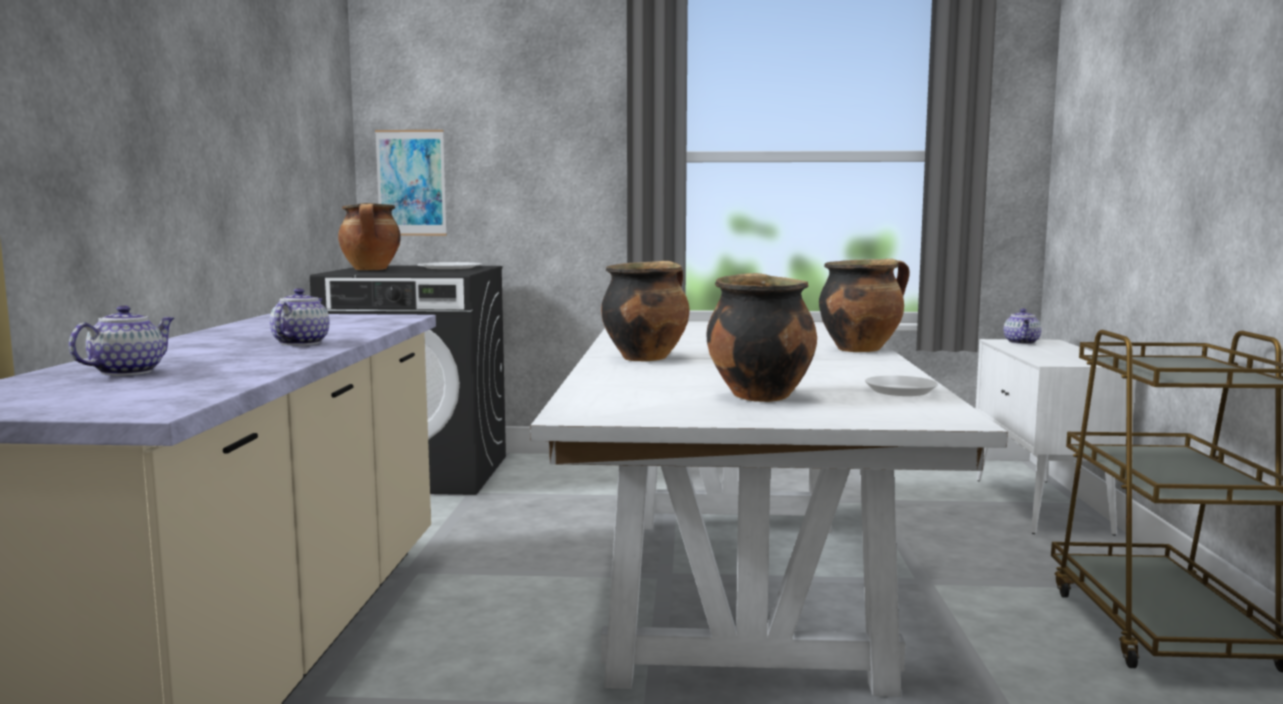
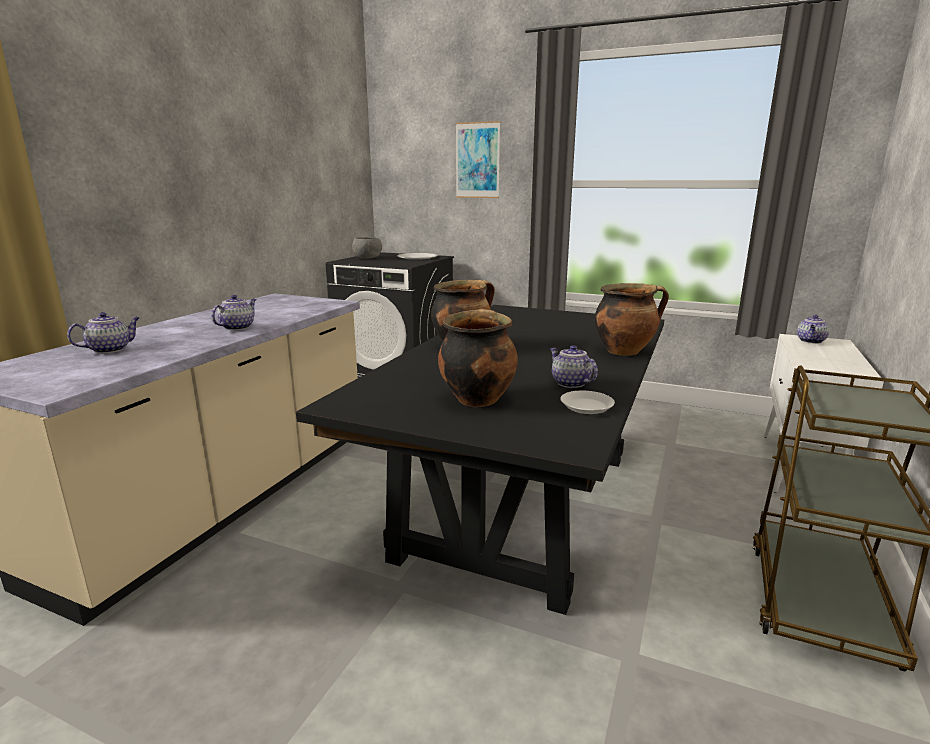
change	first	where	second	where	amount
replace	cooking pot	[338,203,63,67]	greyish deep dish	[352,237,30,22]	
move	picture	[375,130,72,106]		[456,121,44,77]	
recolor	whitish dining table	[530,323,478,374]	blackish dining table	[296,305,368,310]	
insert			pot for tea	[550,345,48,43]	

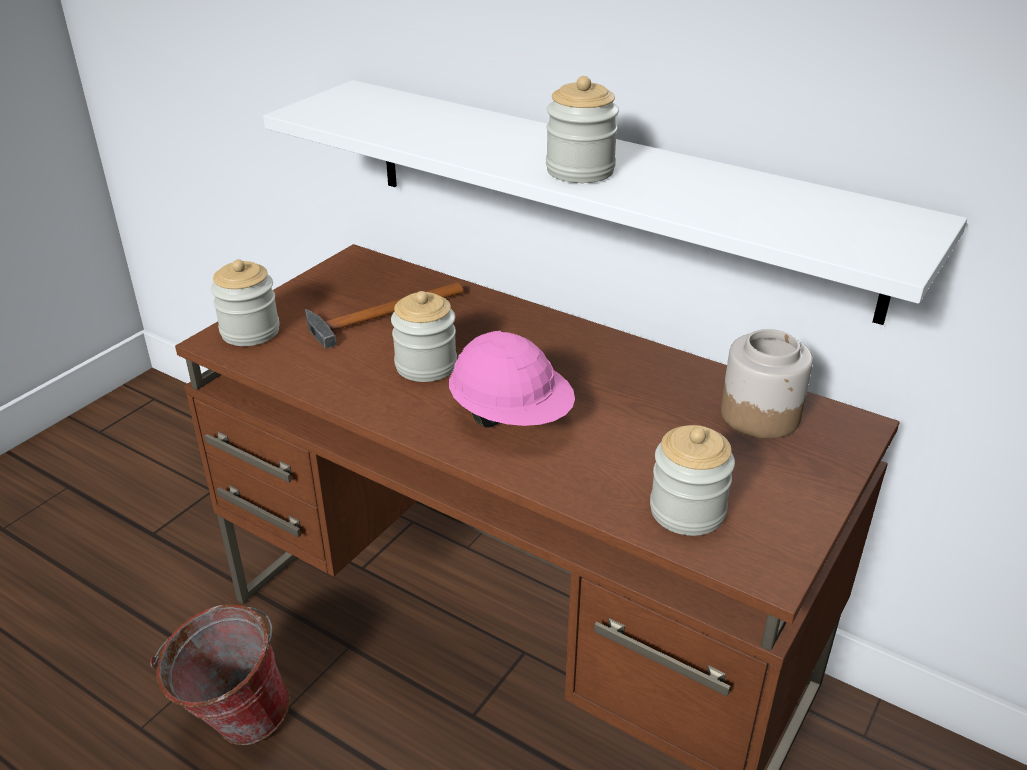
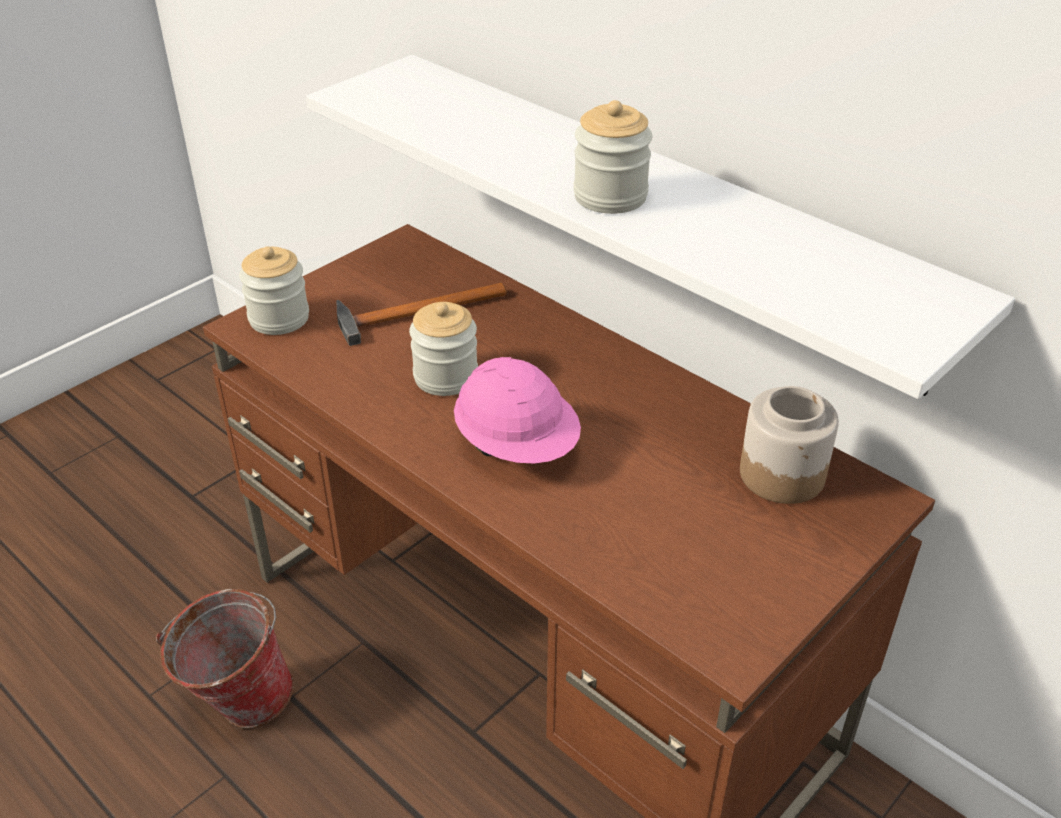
change	first	where	second	where	amount
delete	preserve jar	[650,425,85,111]			

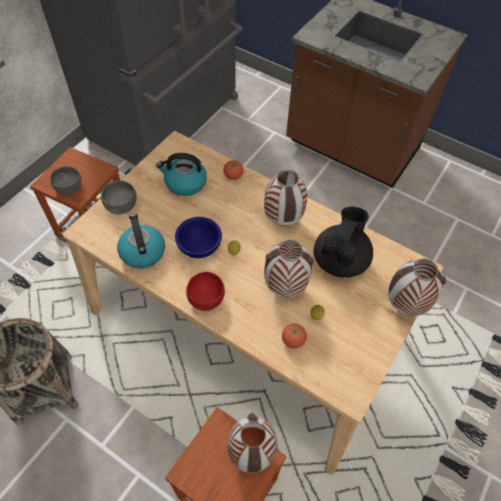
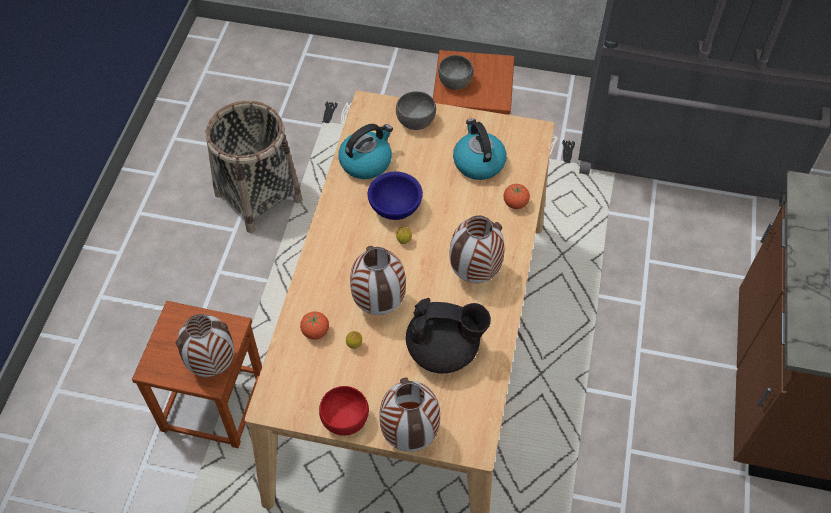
change	first	where	second	where	amount
move	red-coloured deep dish	[186,272,39,39]		[319,386,50,50]	

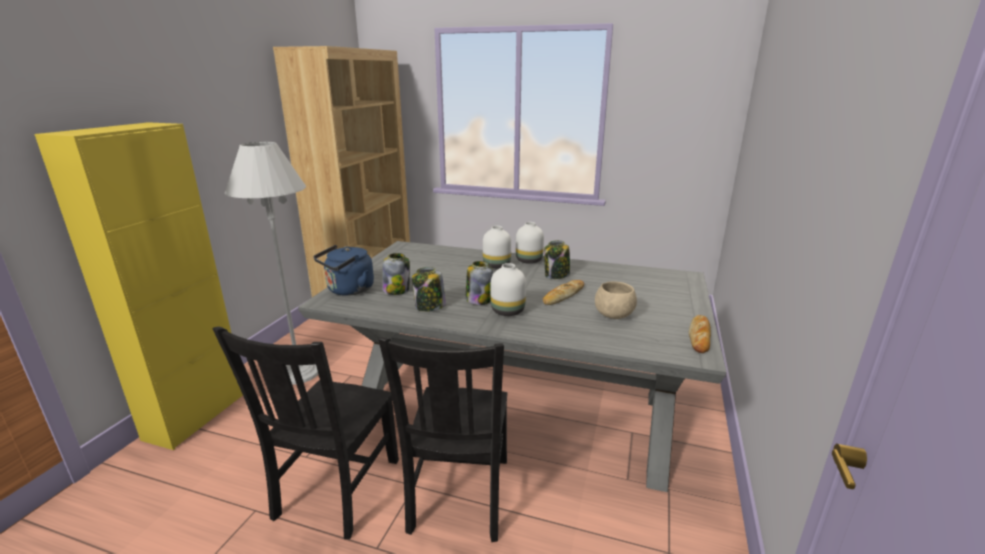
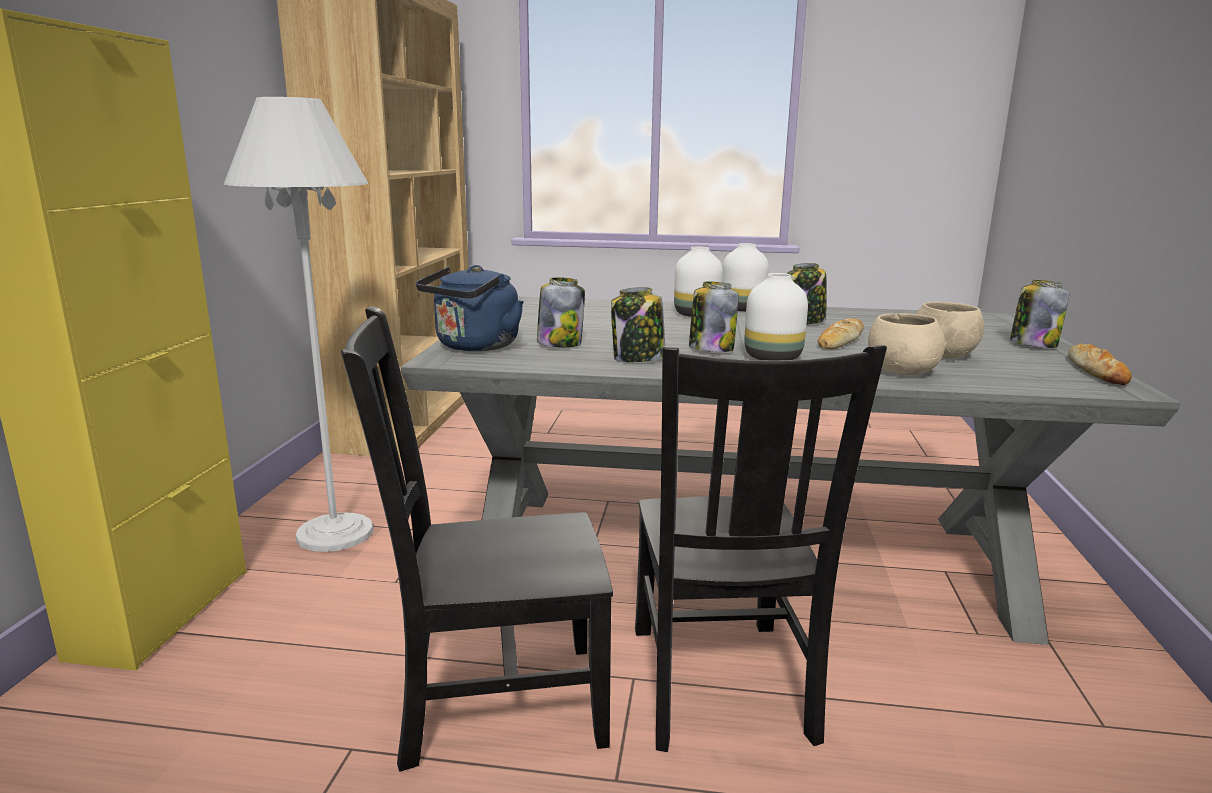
change	first	where	second	where	amount
rotate	blackish plain chair	[213,327,186,212]		[341,306,272,466]	75 degrees clockwise
insert			beige-coloured deep dish	[868,313,77,62]	
insert			preserve jar	[1010,280,59,68]	

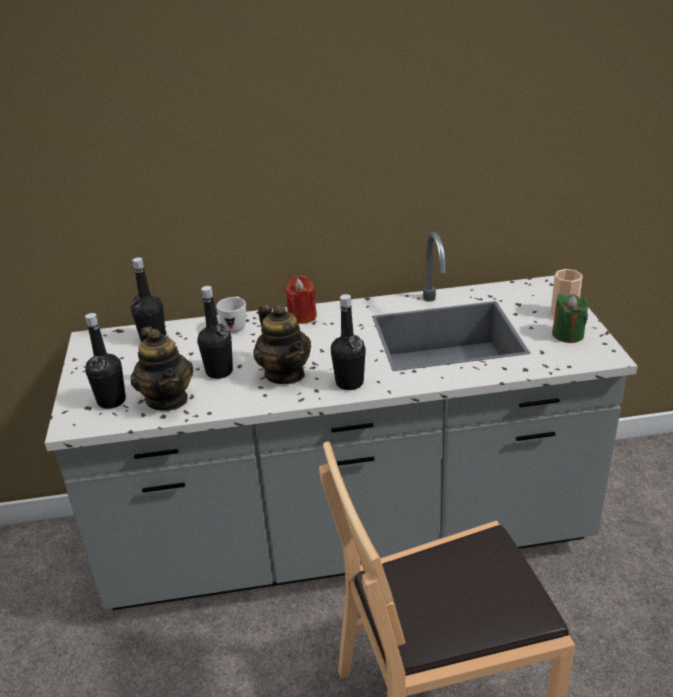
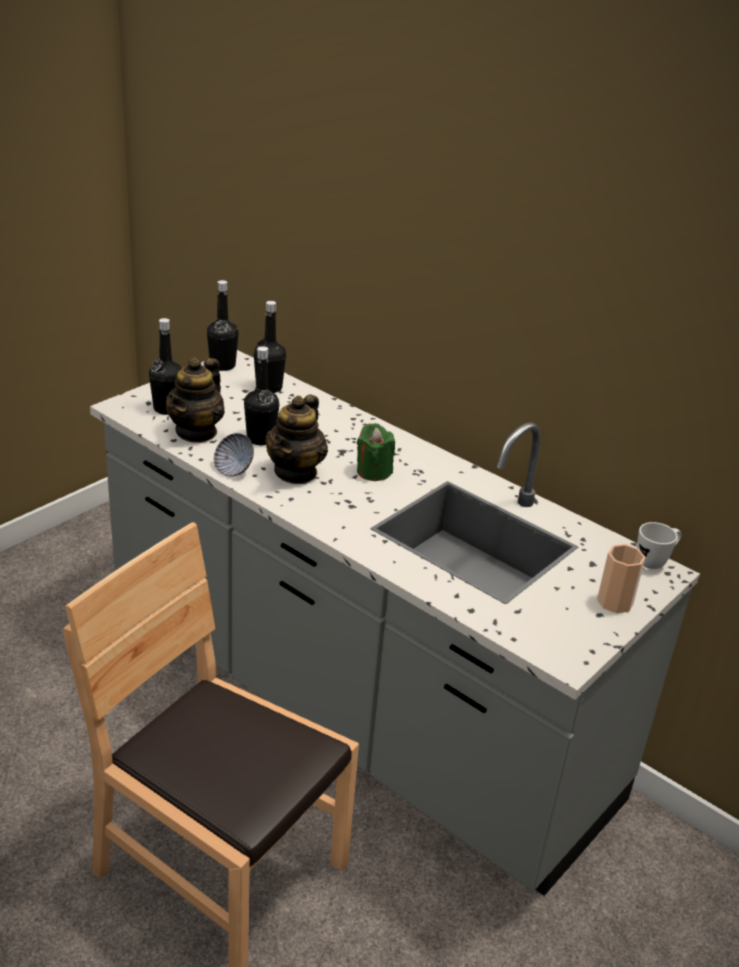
change	first	where	second	where	amount
move	whitish tea mug	[216,296,30,37]		[637,522,44,47]	
delete	red-coloured candle	[285,275,32,49]			
move	blackish drink bottle	[331,294,35,96]		[207,280,32,91]	
move	greenish candle	[552,294,36,49]		[357,423,38,58]	
insert			deep dish	[214,433,40,44]	

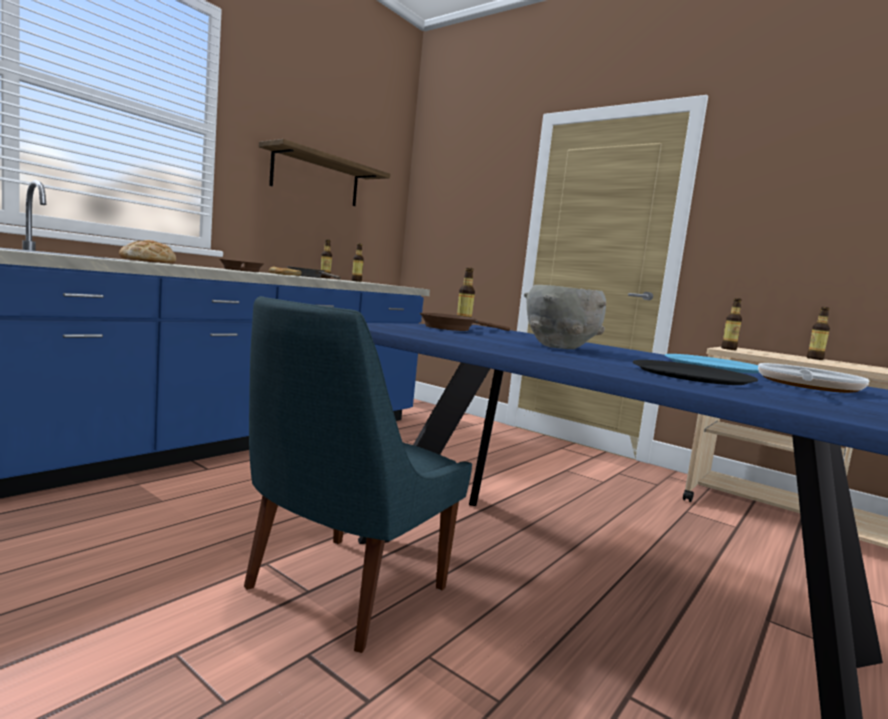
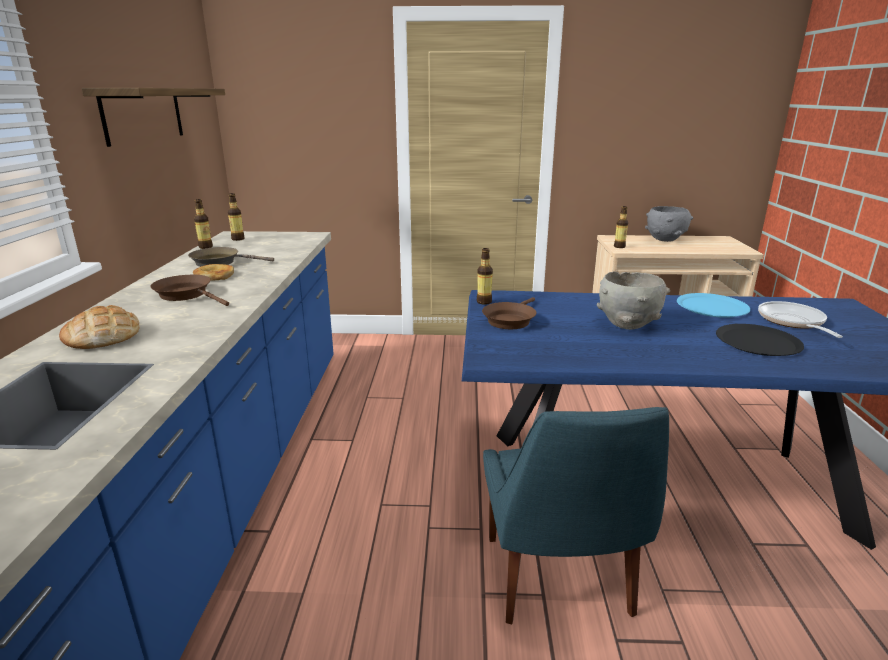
change	first	where	second	where	amount
replace	drink bottle	[807,307,23,53]	greyish deep dish	[645,206,48,36]	

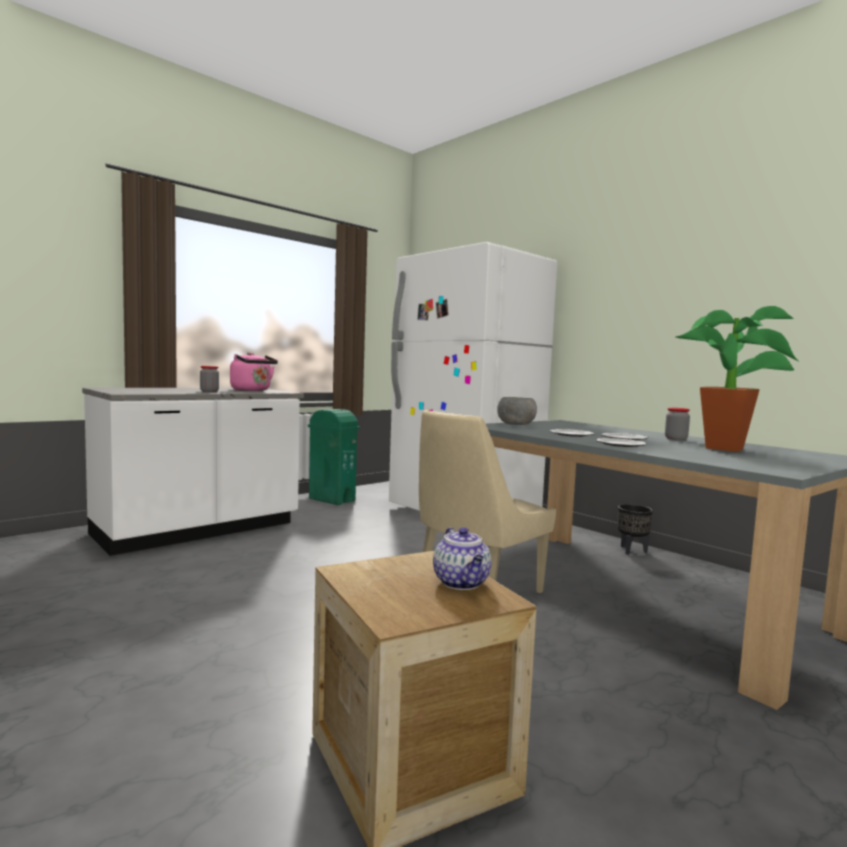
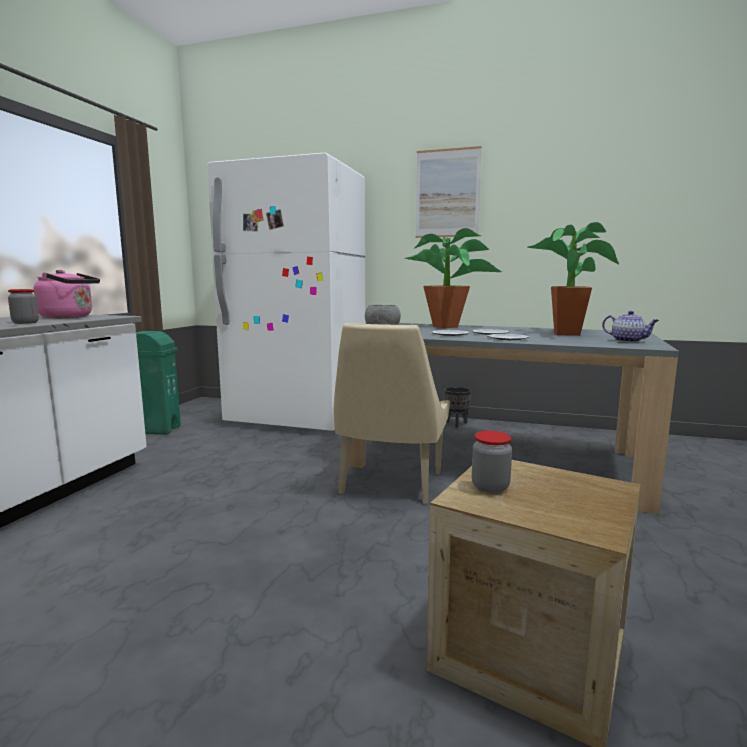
change	first	where	second	where	amount
move	pot for tea	[433,527,59,63]		[602,311,57,31]	
move	preserve jar	[665,408,25,33]		[472,431,40,63]	
insert			potted plant	[405,228,97,100]	
insert			picture	[415,146,67,92]	

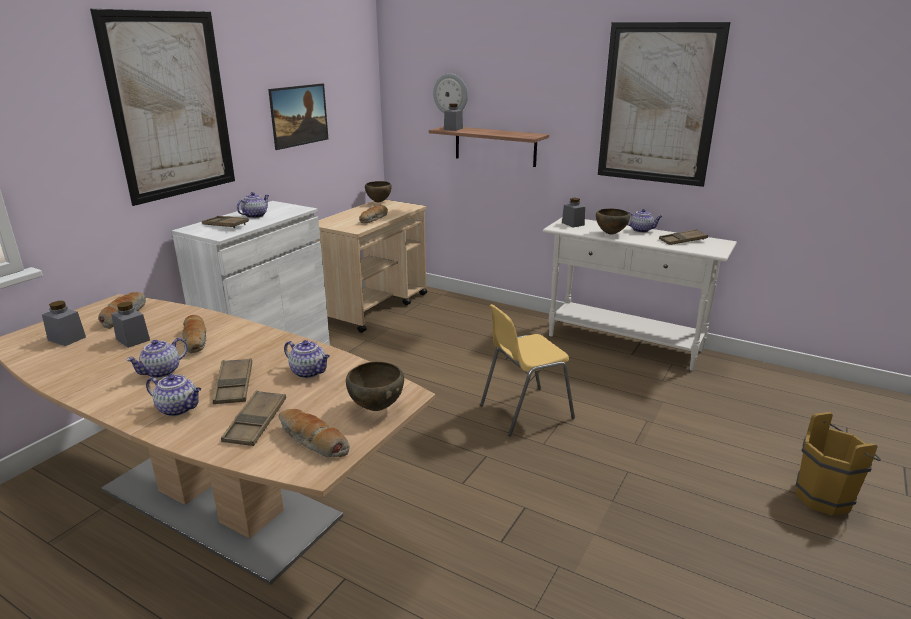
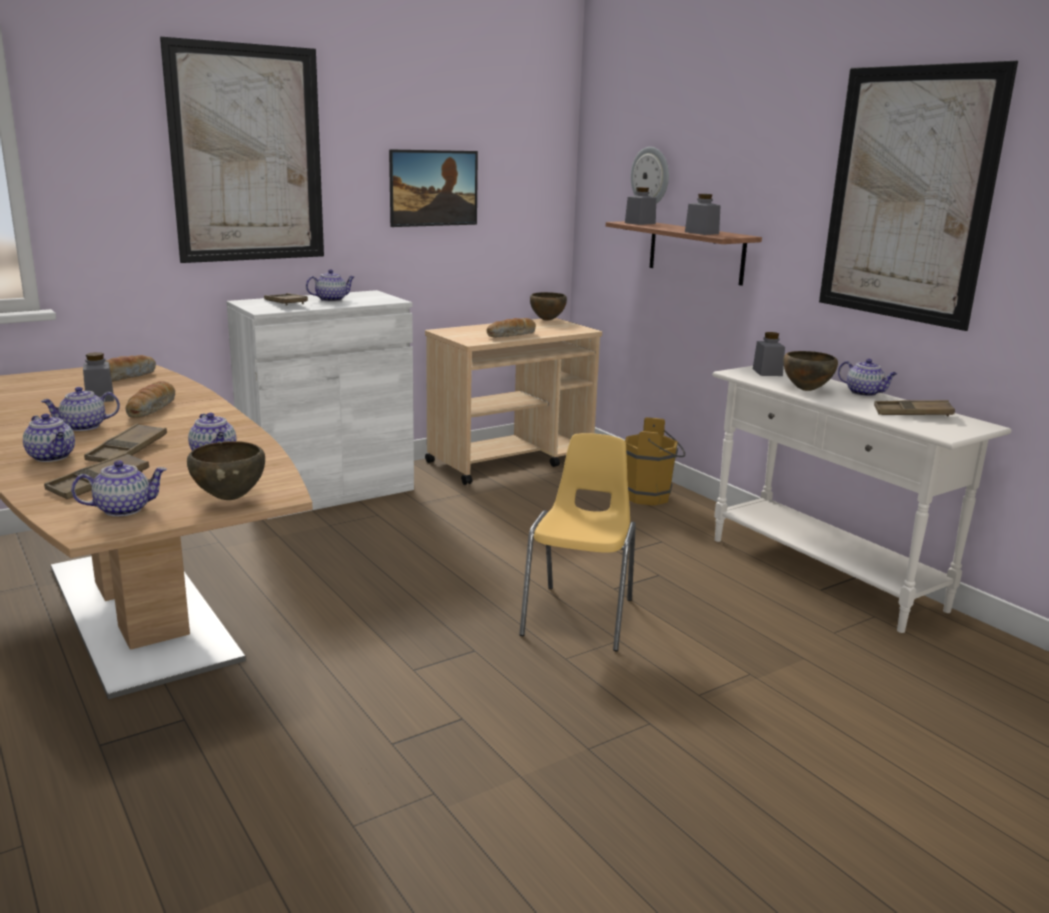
change	first	where	second	where	amount
move	greyish preserve jar	[42,301,44,45]		[685,194,36,41]	
replace	bread	[279,409,71,48]	pot for tea	[71,460,96,57]	
rotate	yellow-coloured plain chair	[480,304,95,132]		[519,433,117,218]	105 degrees clockwise
move	brown bucket	[796,412,85,104]		[625,417,60,89]	

